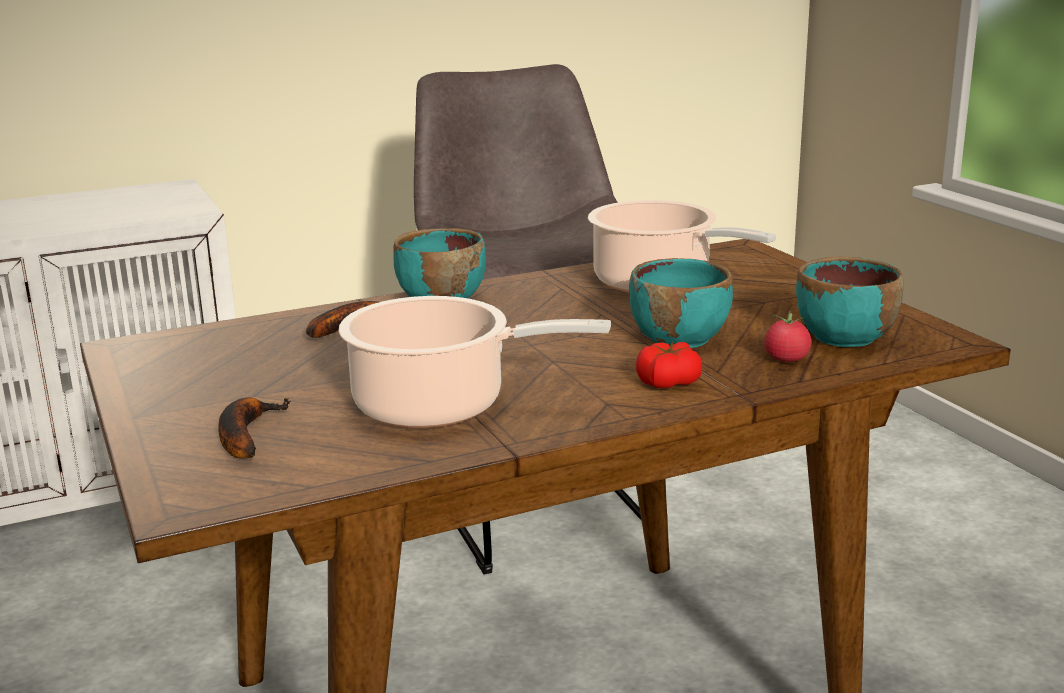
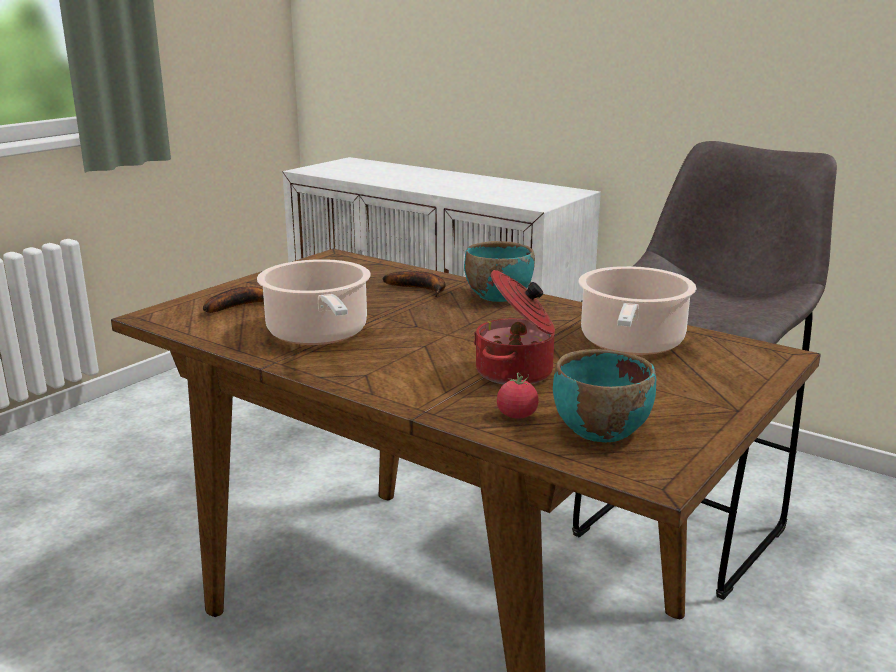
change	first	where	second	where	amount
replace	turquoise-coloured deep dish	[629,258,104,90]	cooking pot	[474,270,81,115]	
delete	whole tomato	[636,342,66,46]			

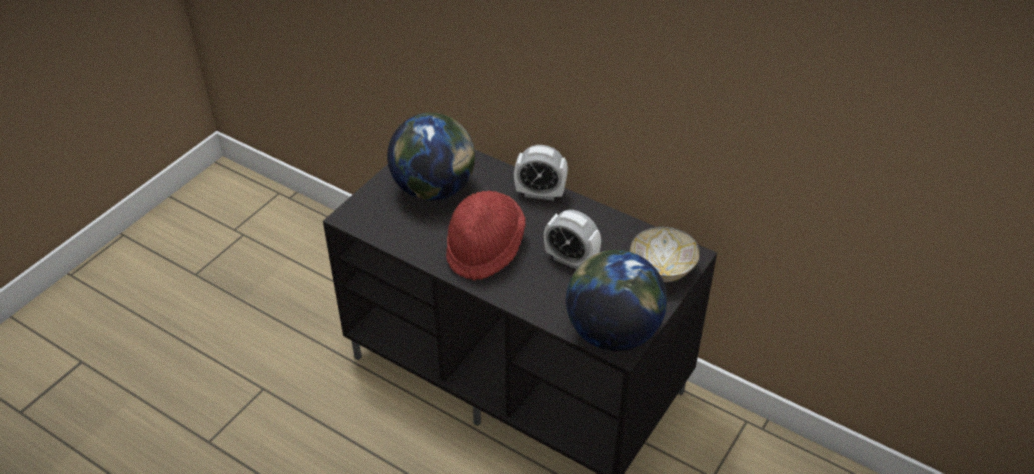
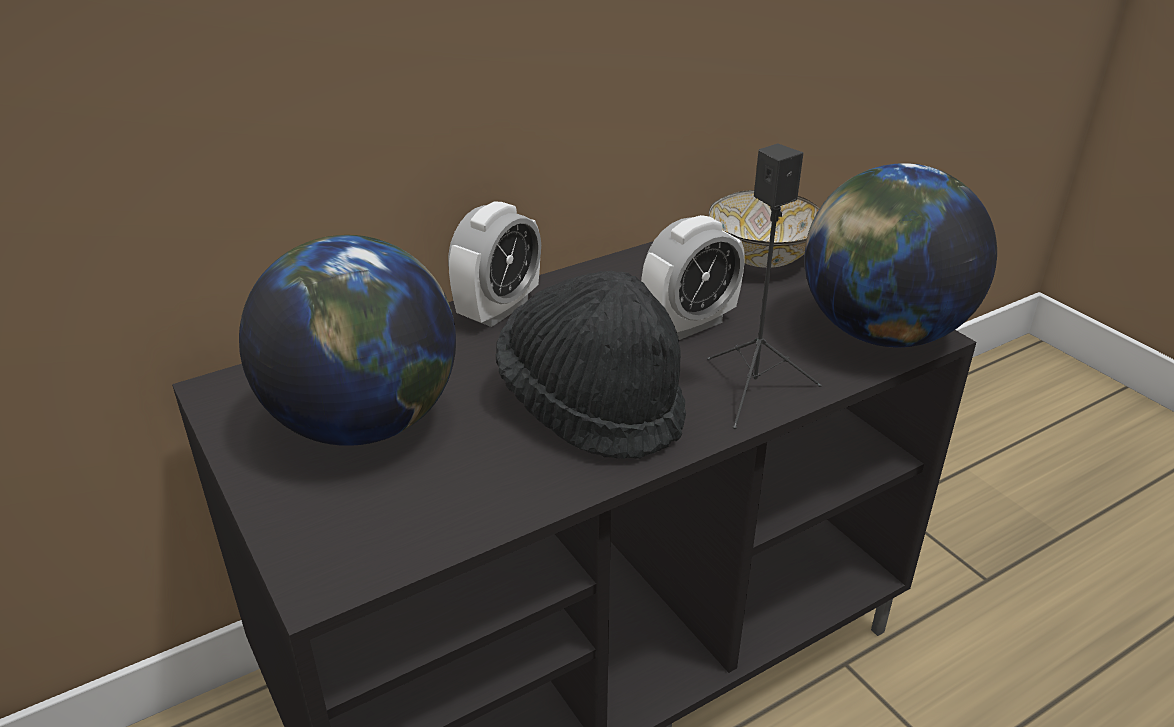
change	first	where	second	where	amount
recolor	red-coloured wearable hat	[446,191,80,90]	blackish wearable hat	[496,270,190,189]	
insert			blackish audio speaker	[707,143,115,286]	

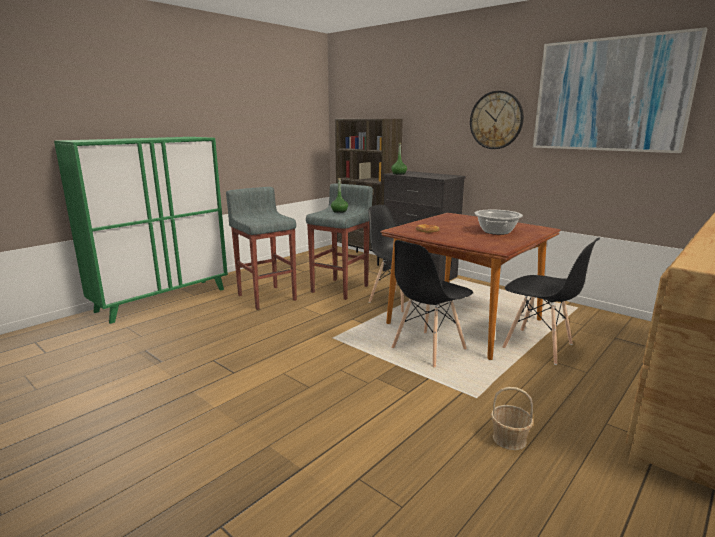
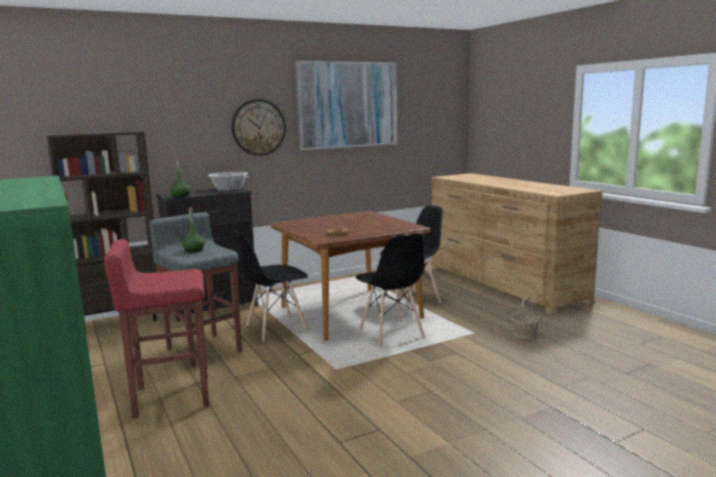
change	first	where	second	where	amount
recolor	greyish stool seat	[226,187,71,123]	red-coloured stool seat	[104,239,105,179]	
move	cooking pot	[474,210,49,25]		[208,172,40,19]	

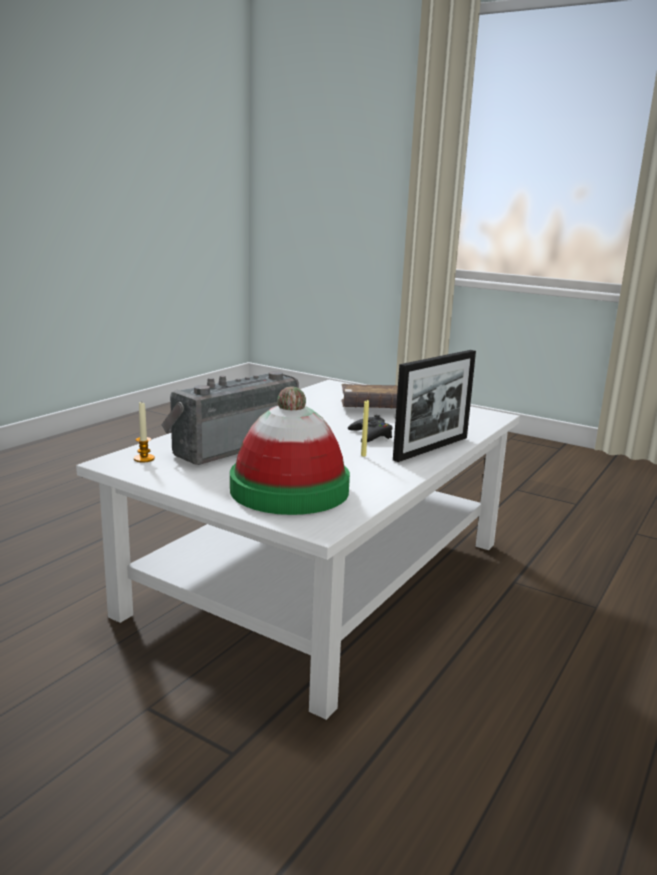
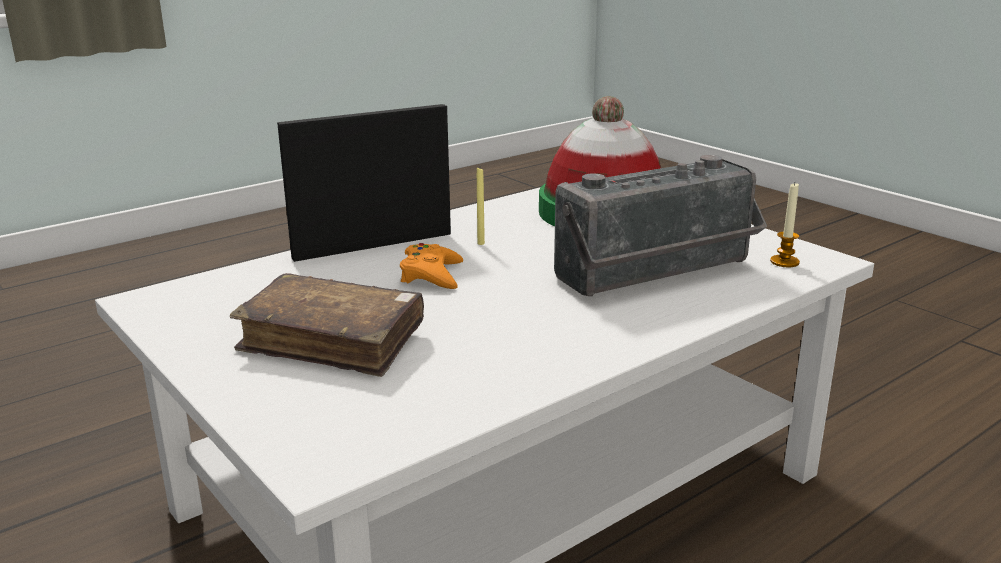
change	first	where	second	where	amount
recolor	blackish game controller	[348,415,45,28]	orange-coloured game controller	[400,243,63,46]	

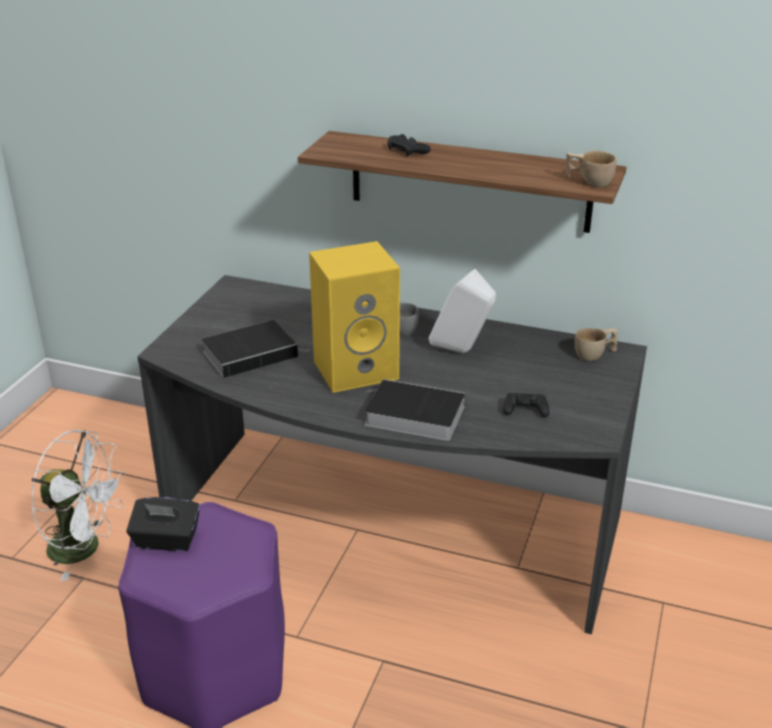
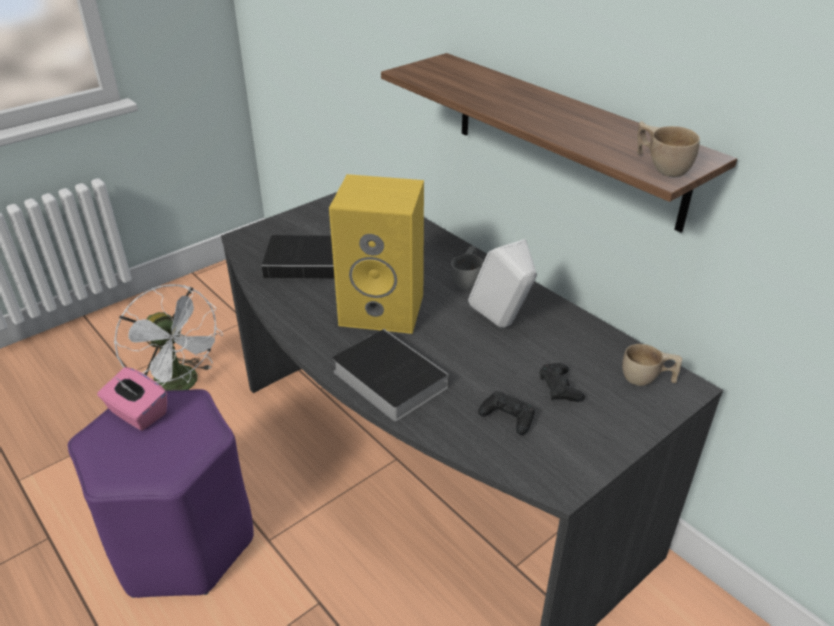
change	first	where	second	where	amount
recolor	blackish box of tissues	[126,497,74,54]	pinkish box of tissues	[97,367,70,64]	
move	blackish game controller	[387,134,44,23]		[540,363,45,39]	

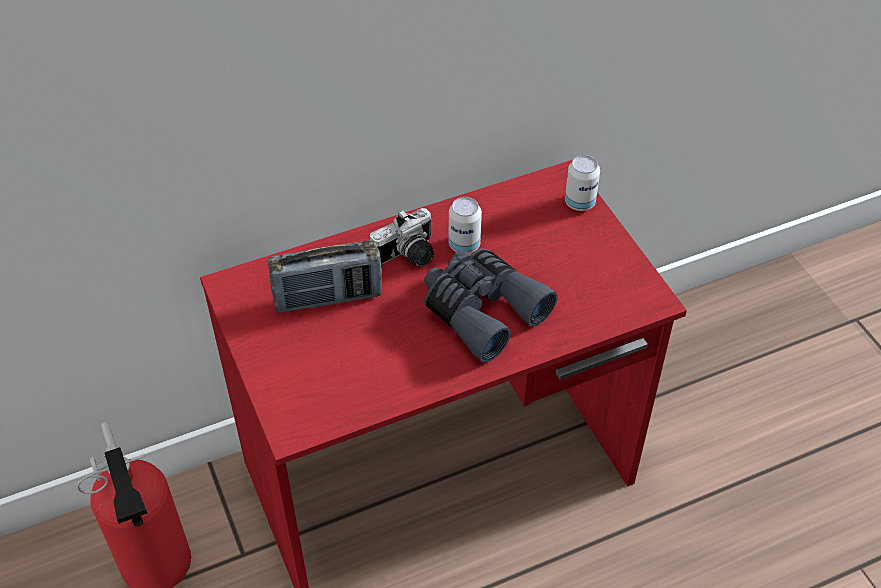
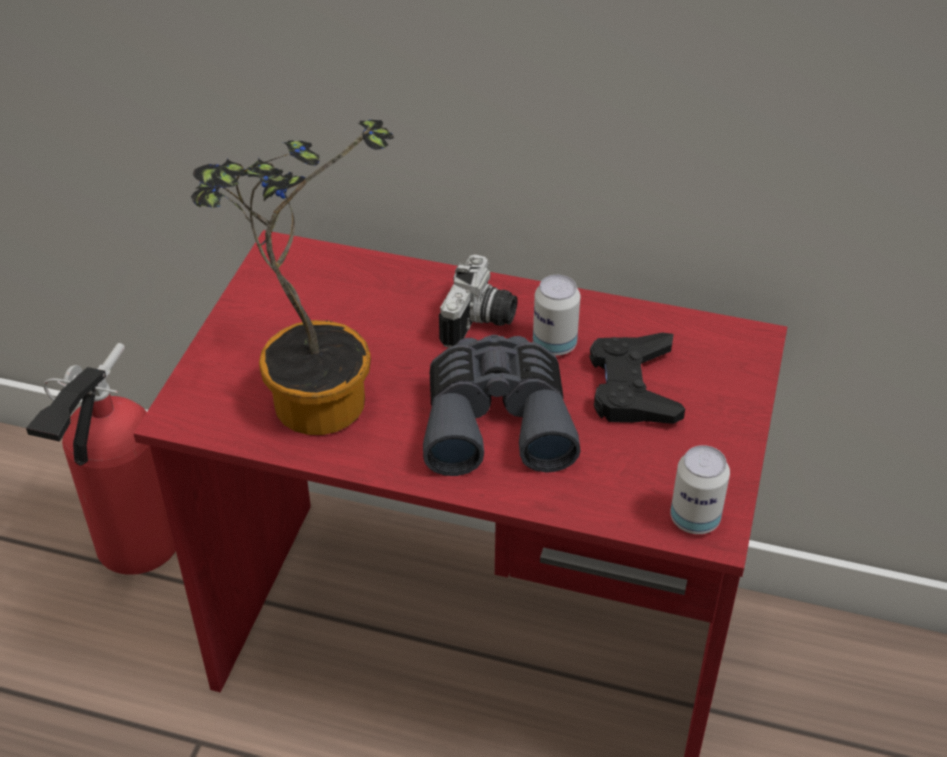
change	first	where	second	where	amount
delete	radio receiver	[268,240,114,73]			
rotate	still camera	[370,208,64,59]		[439,255,78,93]	75 degrees counterclockwise
move	can	[565,155,35,56]		[670,445,60,89]	
insert			potted plant	[191,120,203,315]	
insert			blackish game controller	[589,333,96,91]	

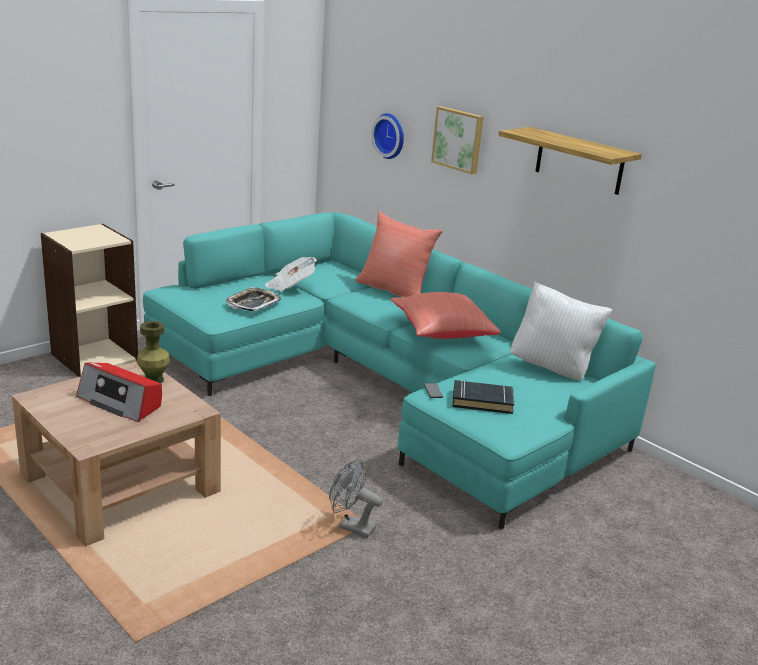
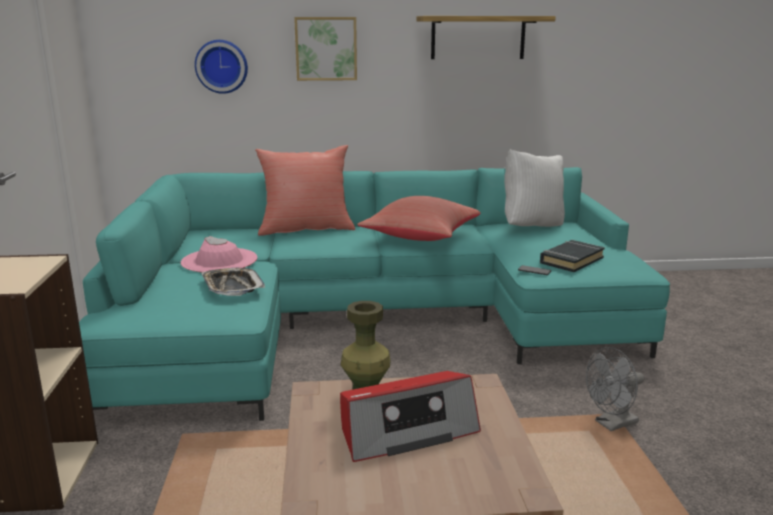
change	first	where	second	where	amount
replace	newspaper	[265,257,52,35]	pinkish wearable hat	[181,236,77,37]	

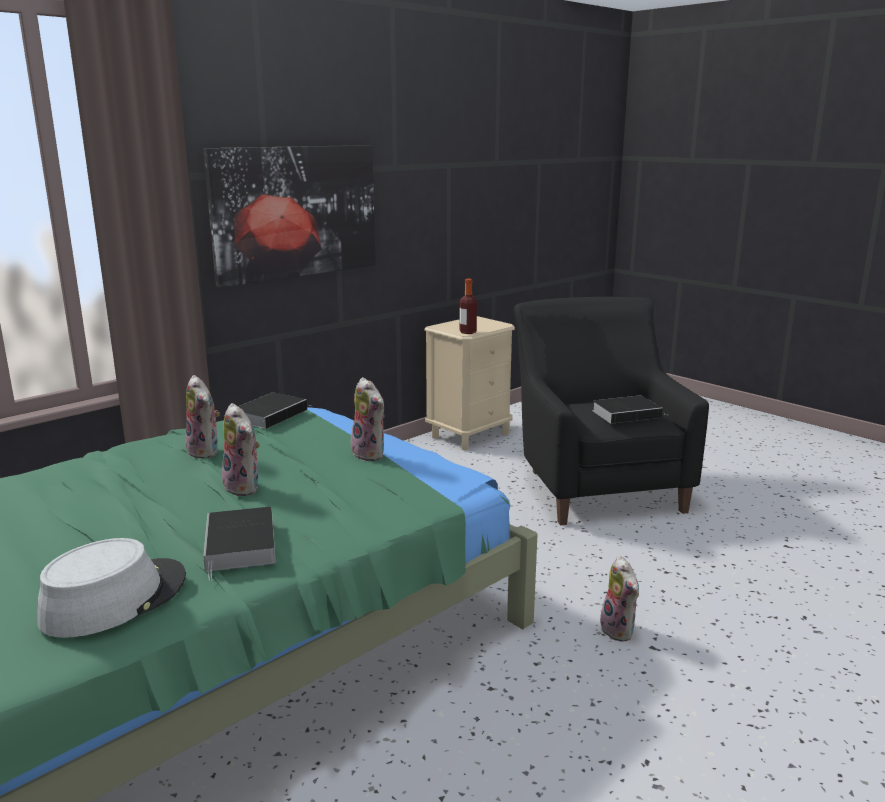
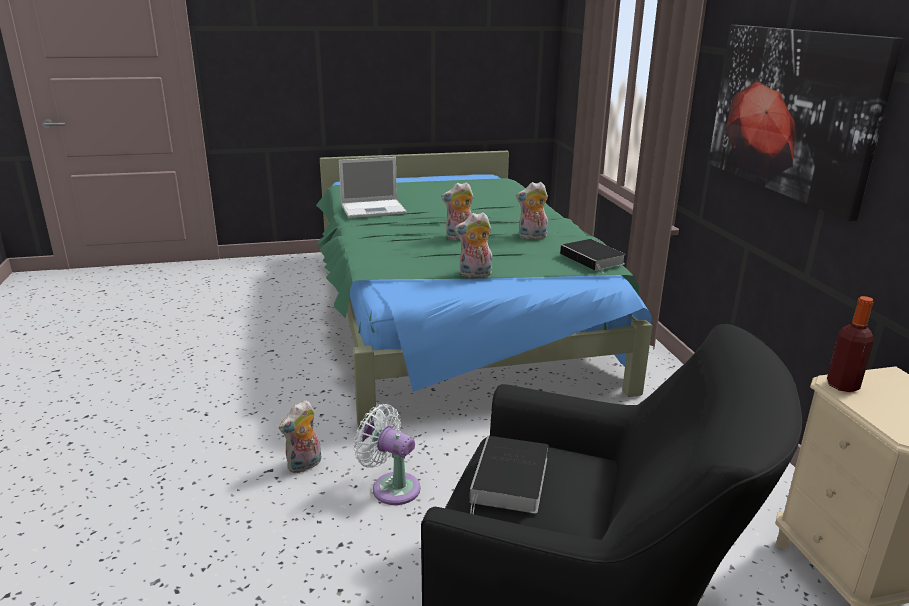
change	first	where	second	where	amount
replace	greyish wearable hat	[37,538,149,100]	portable computer	[339,157,68,61]	
delete	book	[203,507,73,74]			
rotate	cuddly toy	[600,556,39,86]		[279,400,42,73]	60 degrees counterclockwise
insert			whitish electric fan	[353,404,68,101]	

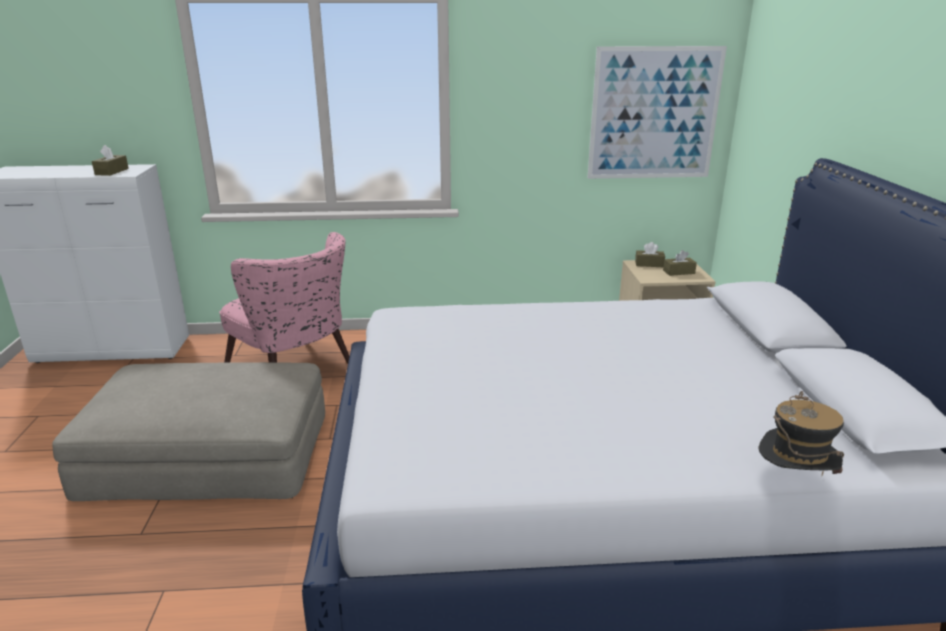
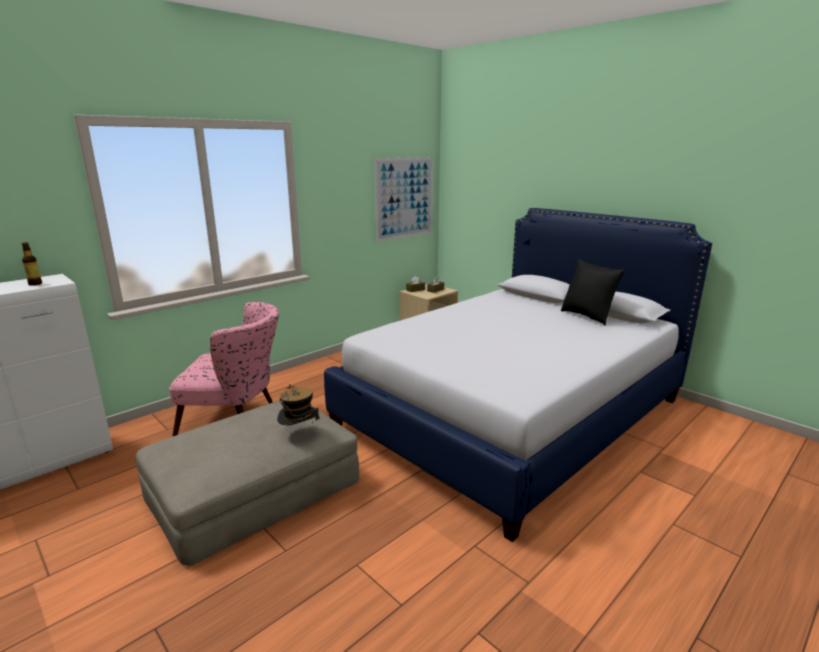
change	first	where	second	where	amount
replace	brown box of tissues	[92,145,37,31]	drink bottle	[22,242,20,44]	
move	wearable hat	[759,391,85,84]		[277,384,43,42]	
insert			blackish pillow	[561,259,64,66]	

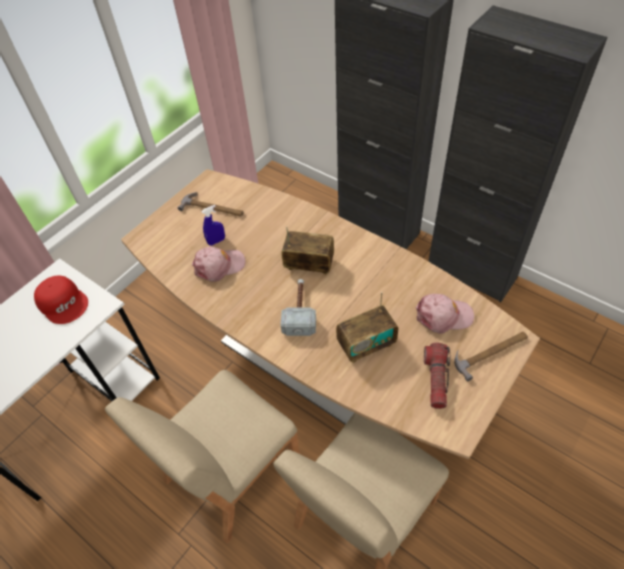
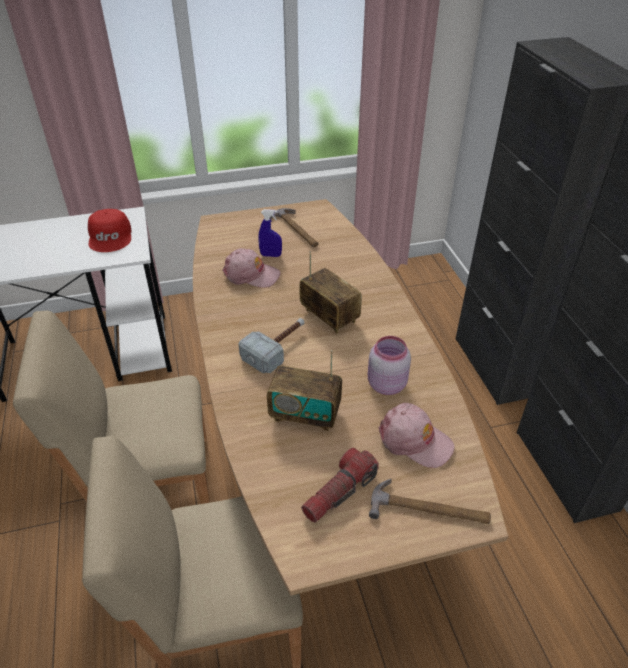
change	first	where	second	where	amount
insert			pinkish preserve jar	[368,336,43,59]	

